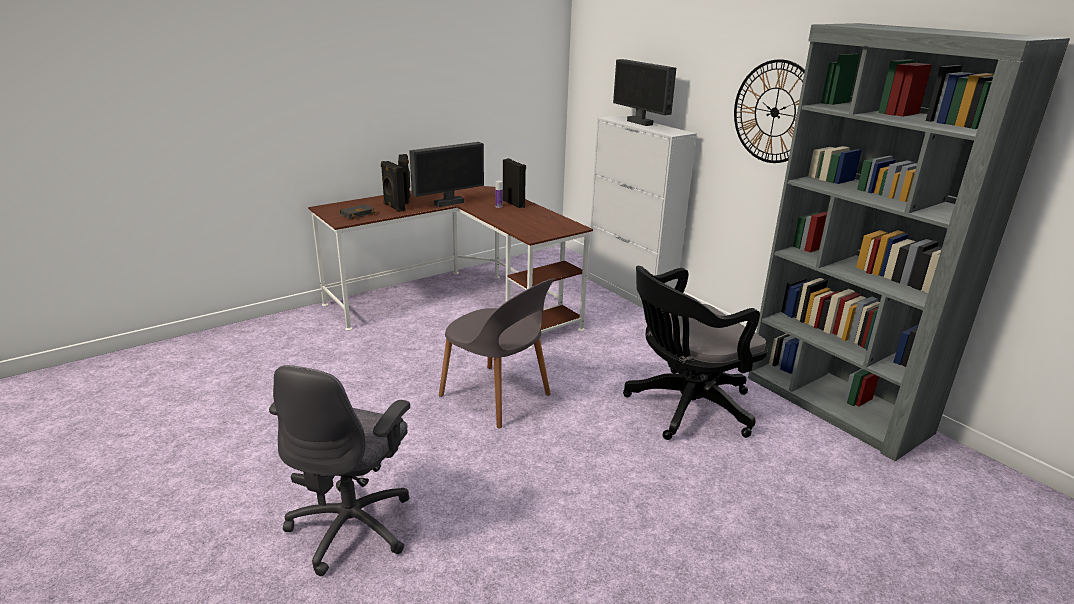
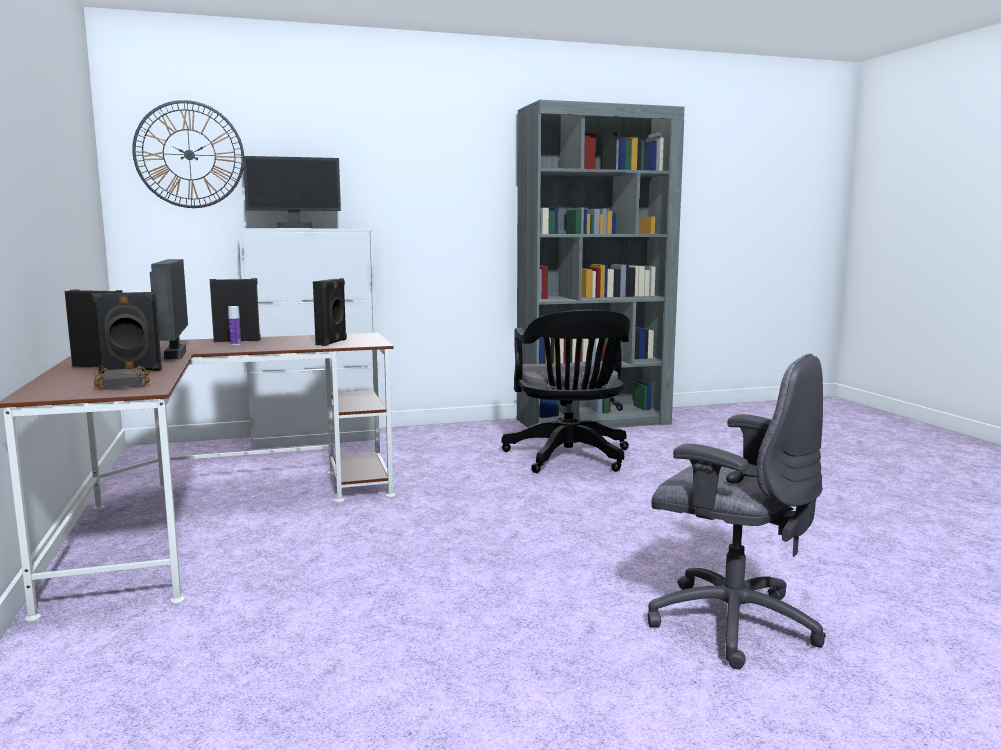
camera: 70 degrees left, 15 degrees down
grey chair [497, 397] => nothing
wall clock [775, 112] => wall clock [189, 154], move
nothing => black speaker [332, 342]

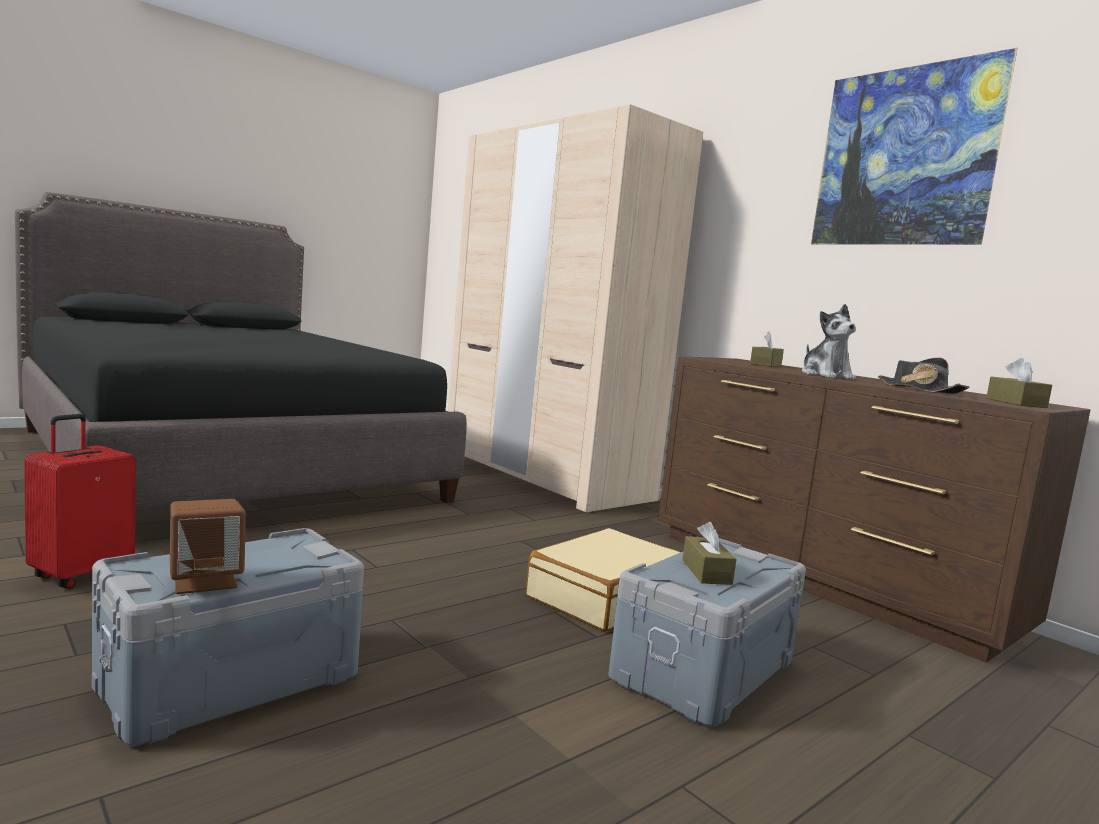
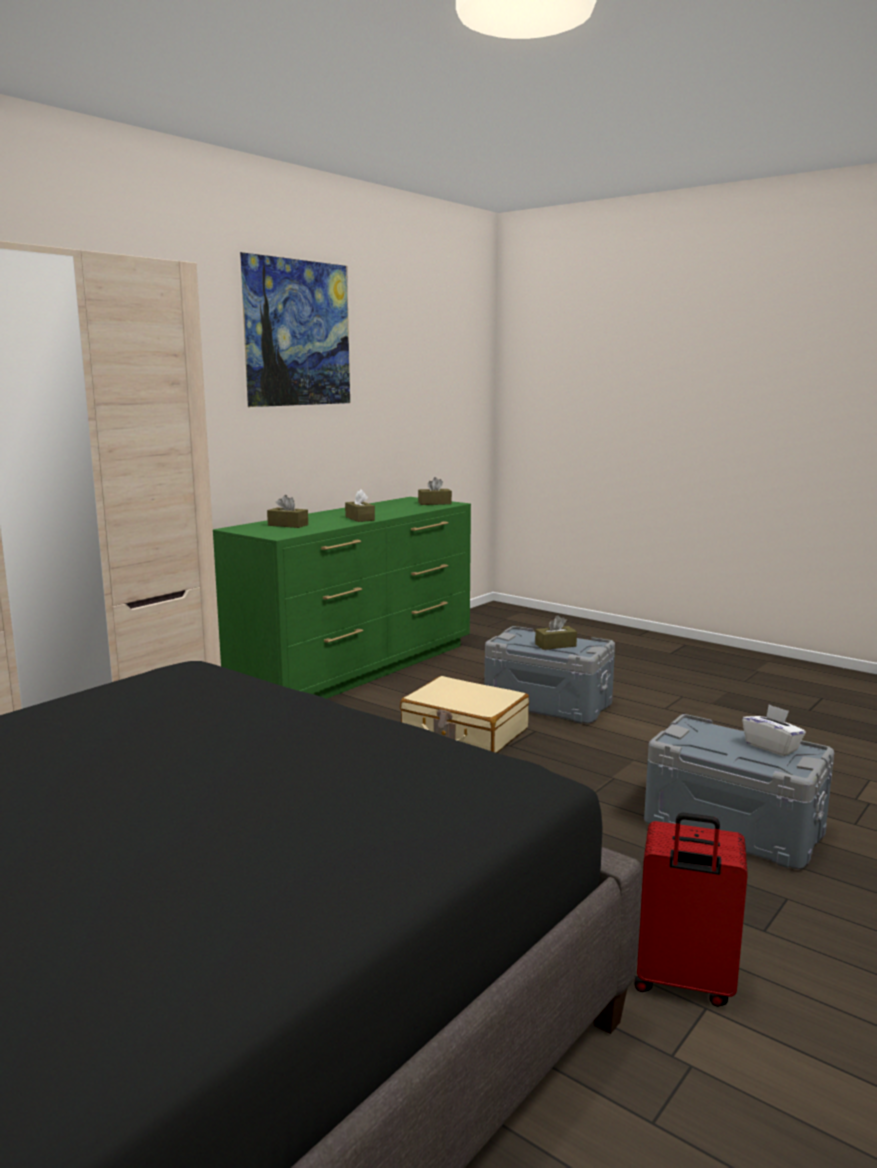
camera: 100 degrees left, 5 degrees up
brown speaker [205, 581] => white tissue box [772, 747]
brown dresser [824, 581] => green dresser [358, 669]
plush toy [826, 375] => brown tissue box [360, 518]
black hat [918, 389] => nothing

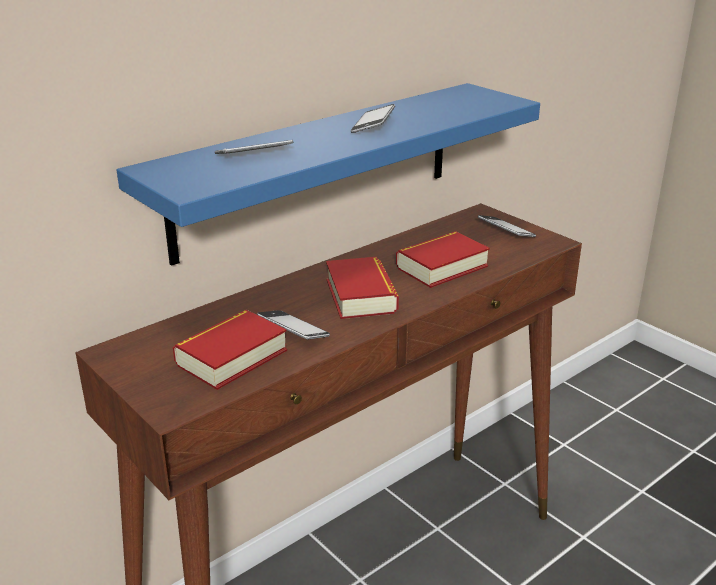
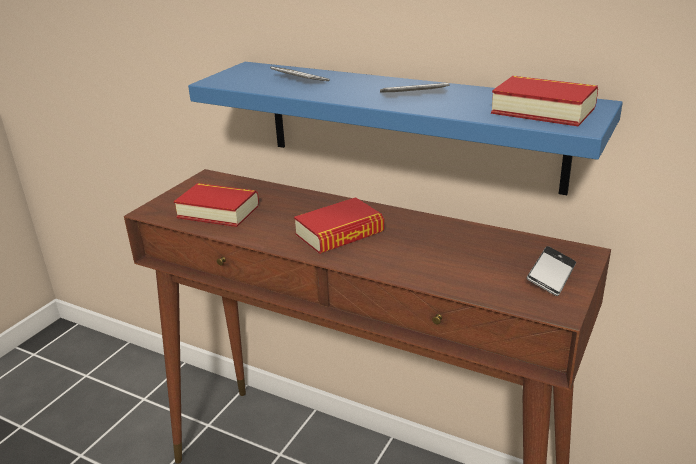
camera: 70 degrees right, 0 degrees up
phone [293, 330] => nothing
book [441, 267] => book [543, 110], move

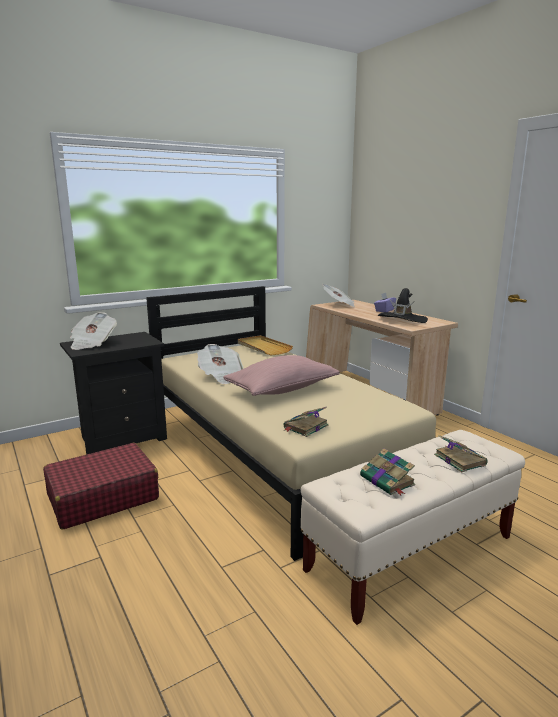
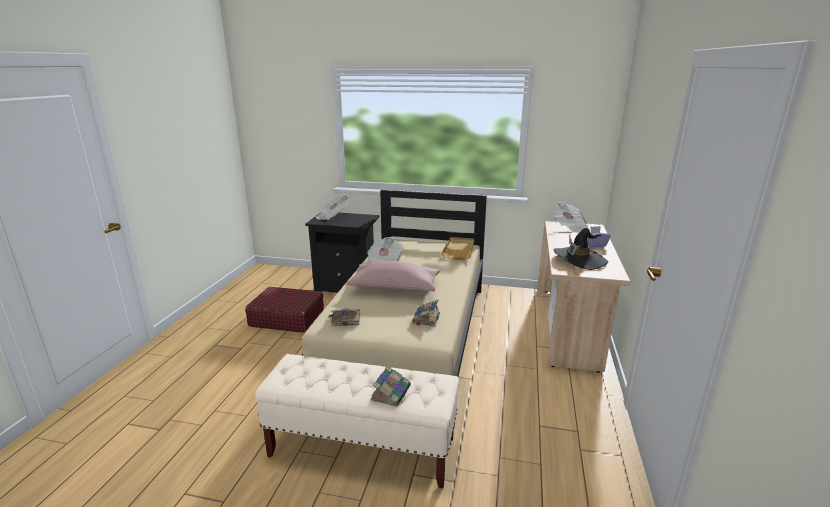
camera: 45 degrees right, 5 degrees up
book [388, 481] => book [426, 318], move

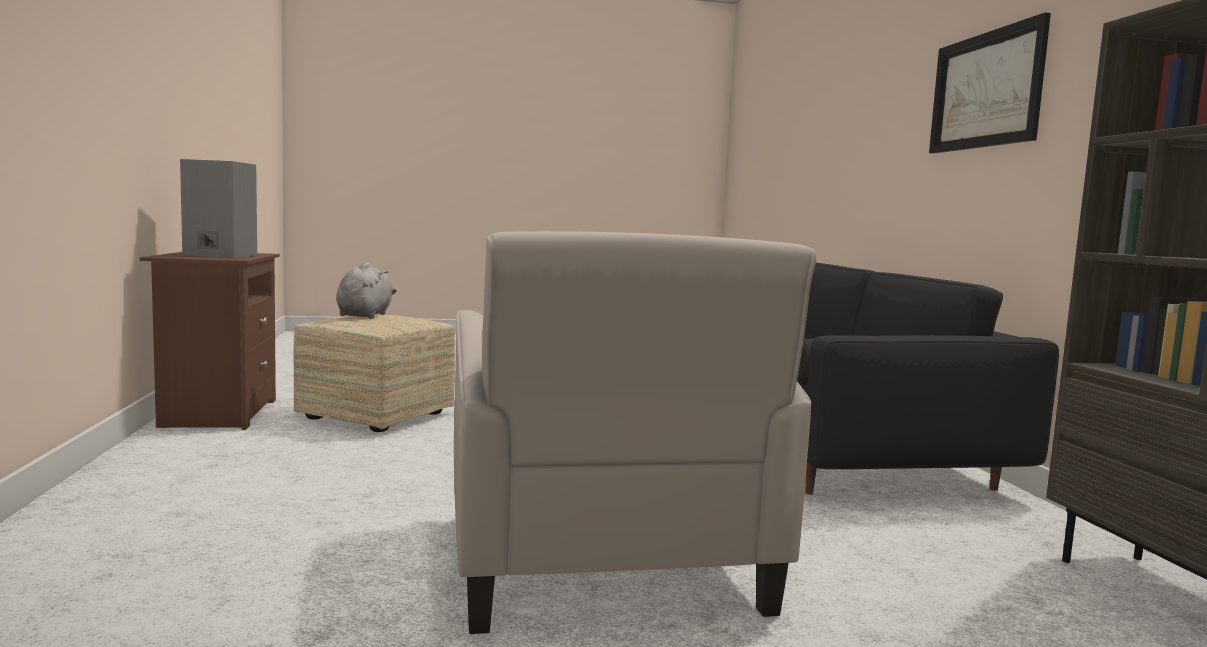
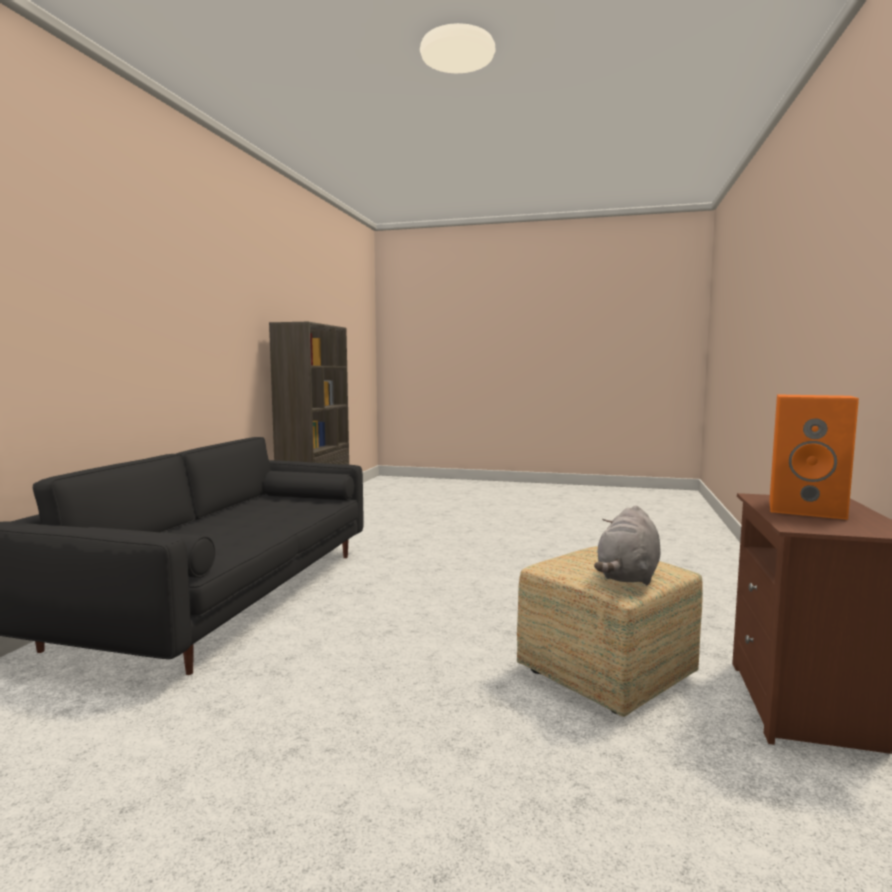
camera: 155 degrees left, 0 degrees up
grey speaker [218, 255] => orange speaker [808, 509]
beige armchair [602, 563] => nothing
picture [986, 90] => nothing

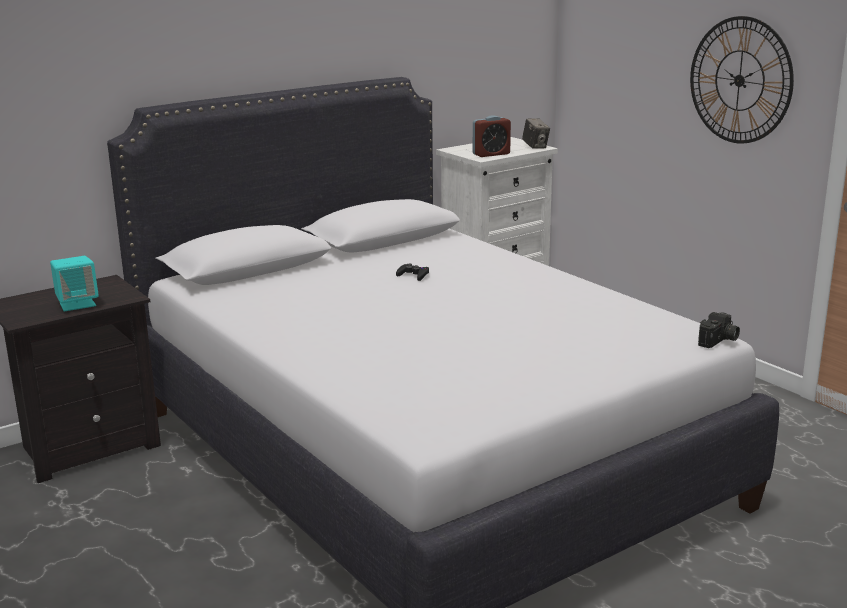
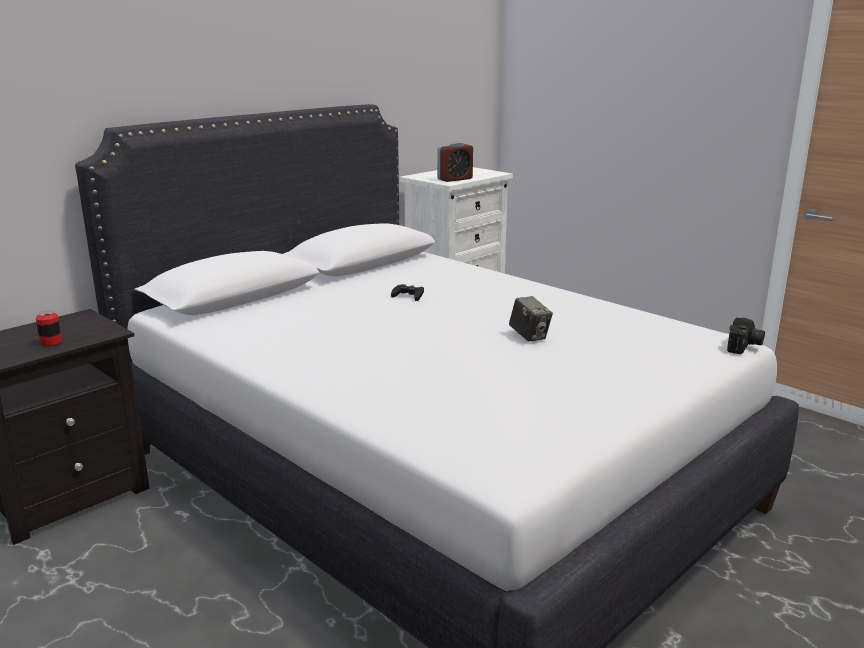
camera: 10 degrees left, 0 degrees up
turquoise speaker [77, 304] => can [51, 342]
photo camera [535, 147] => photo camera [529, 336], move
wall clock [739, 80] => nothing

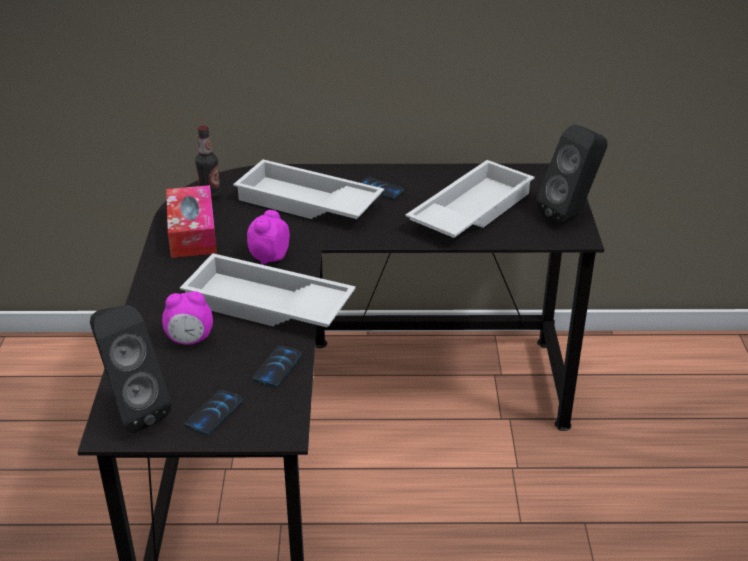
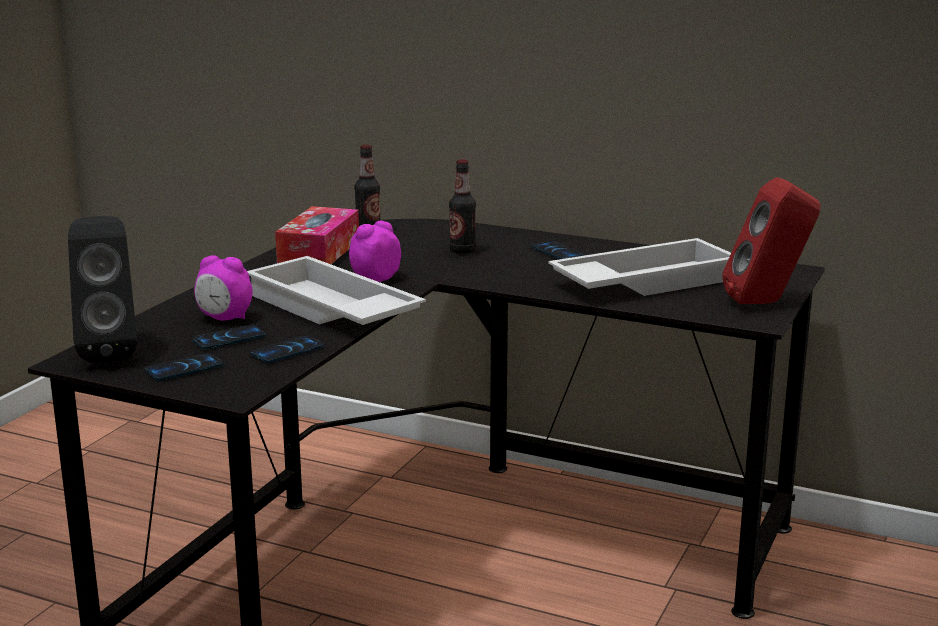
camera: 25 degrees right, 15 degrees down
white tray [306, 203] => bottle [462, 250]
black speaker [570, 214] => red speaker [768, 302]
nothing => phone [229, 339]

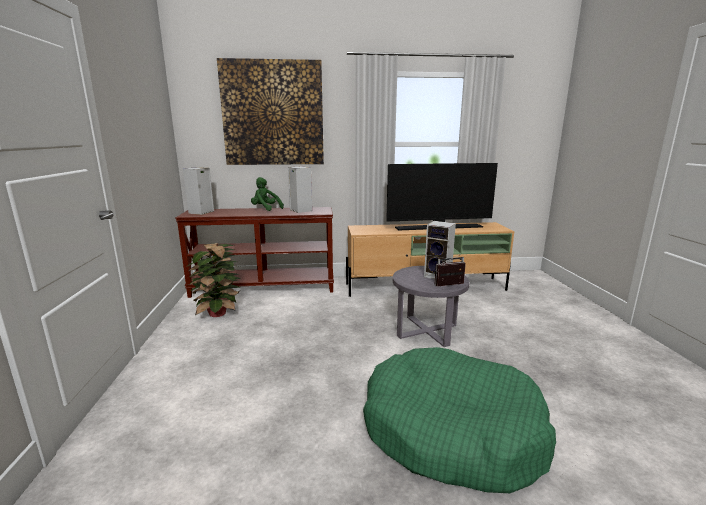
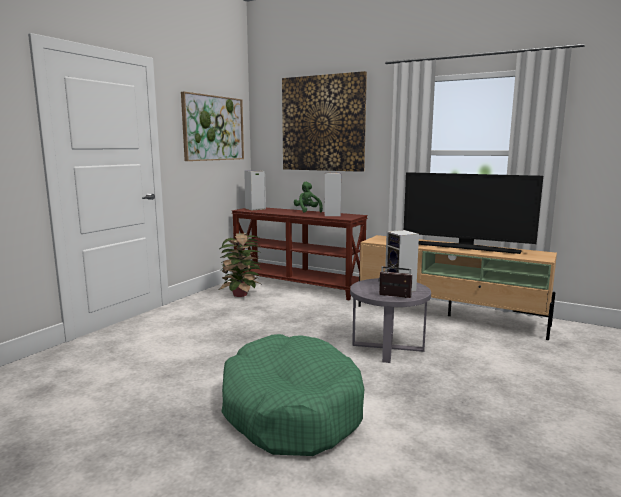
camera: 35 degrees right, 5 degrees down
nothing => picture [213, 128]

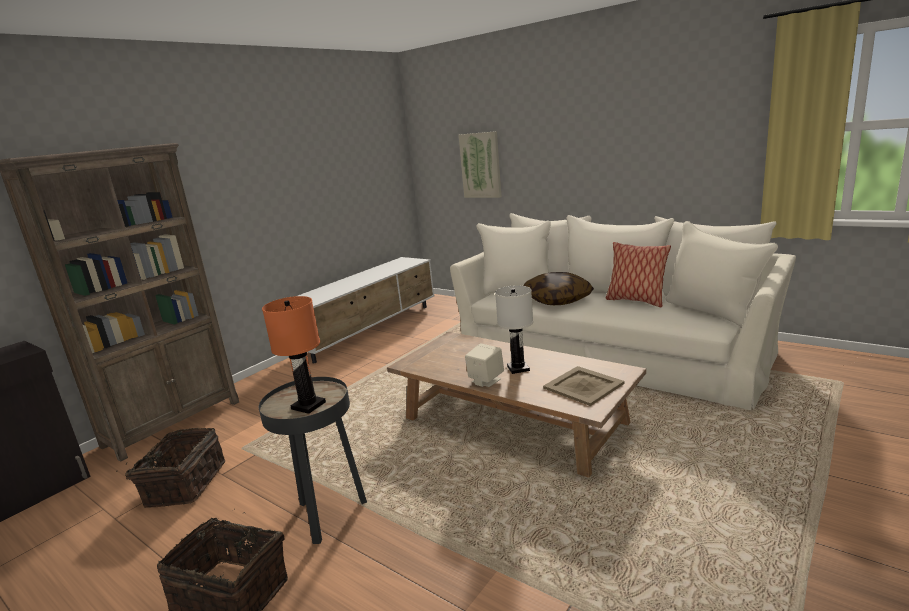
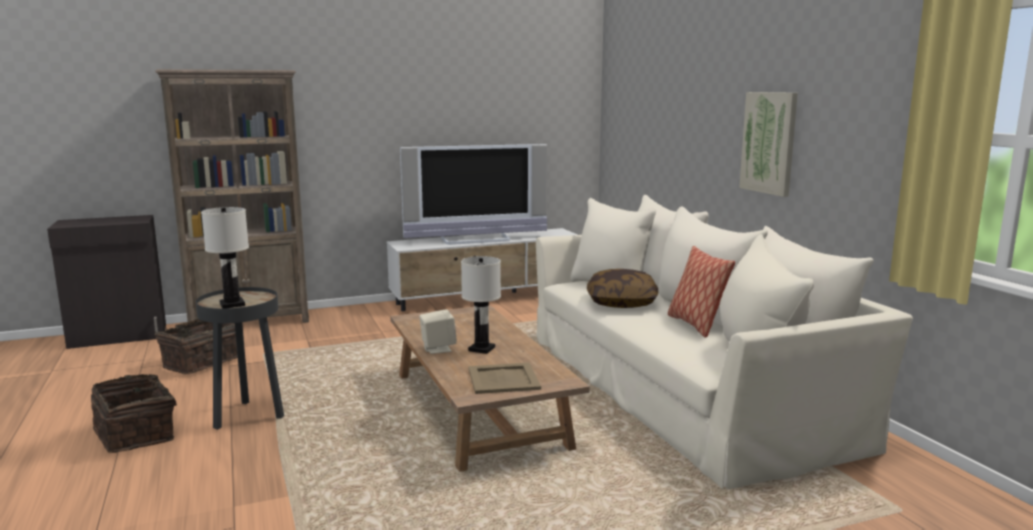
camera: 30 degrees right, 5 degrees down
orange table lamp [308, 406] => white table lamp [232, 304]
picture [481, 165] => picture [769, 142], move
nothing => television [476, 240]

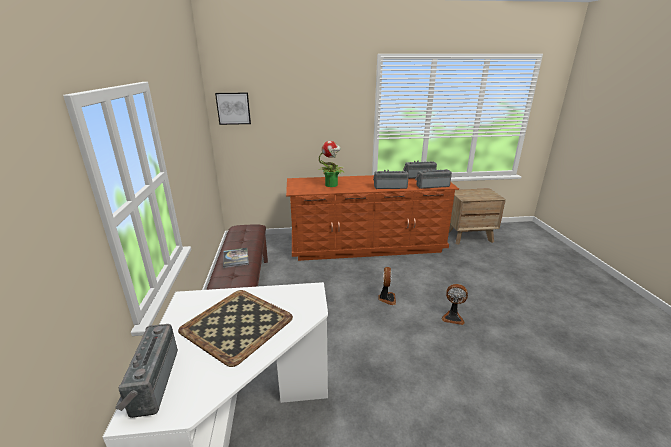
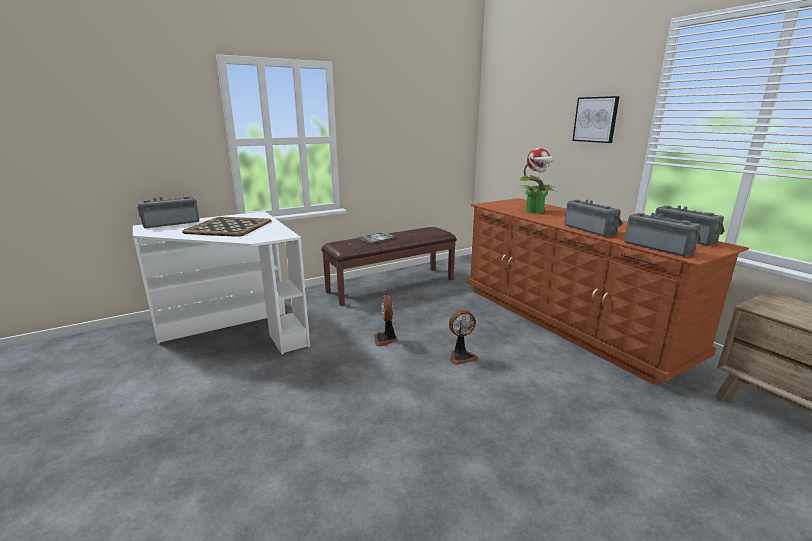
camera: 65 degrees right, 5 degrees down
picture [233, 108] => picture [595, 119], move
fan [452, 317] => fan [386, 339], move

